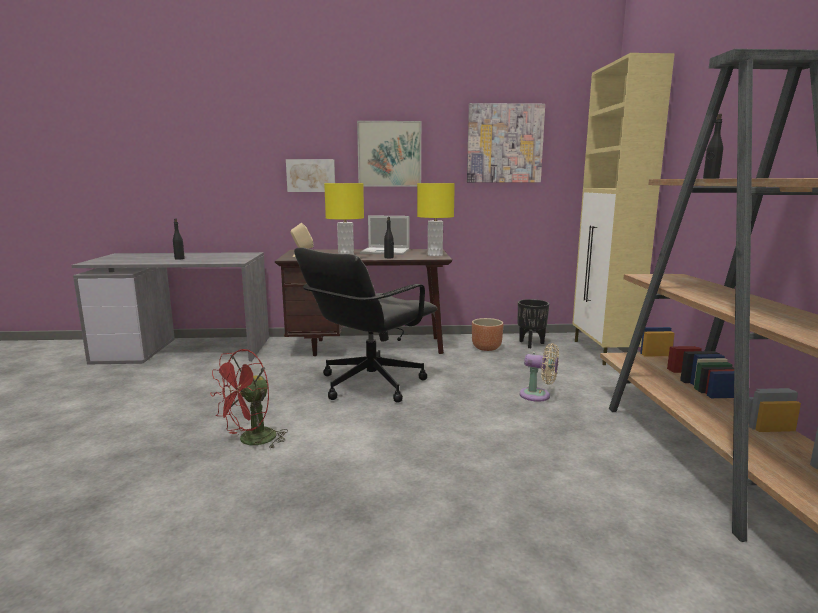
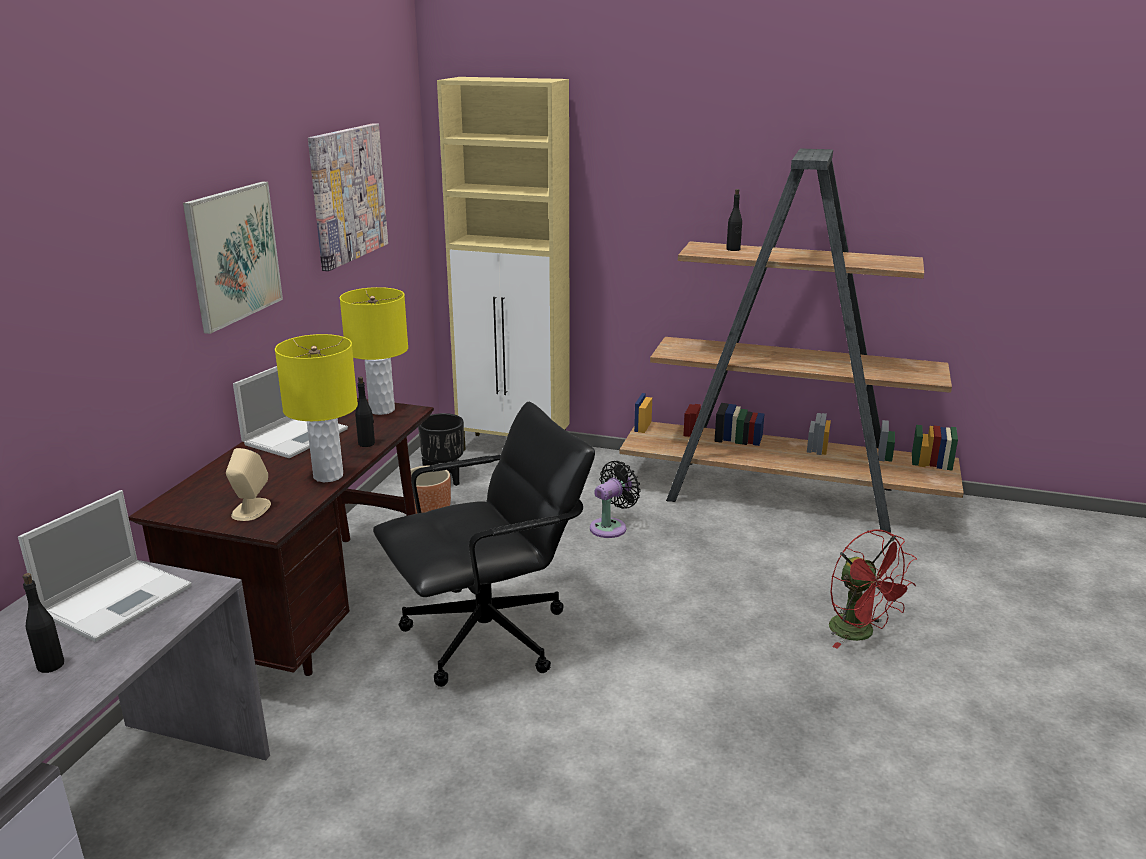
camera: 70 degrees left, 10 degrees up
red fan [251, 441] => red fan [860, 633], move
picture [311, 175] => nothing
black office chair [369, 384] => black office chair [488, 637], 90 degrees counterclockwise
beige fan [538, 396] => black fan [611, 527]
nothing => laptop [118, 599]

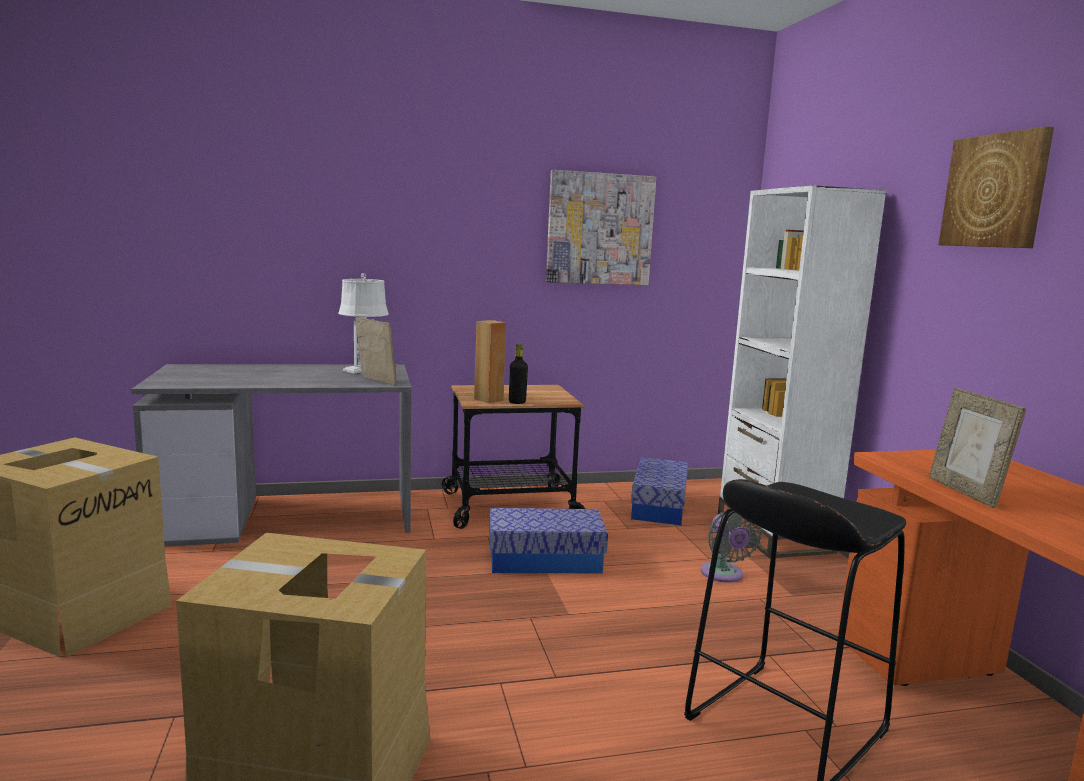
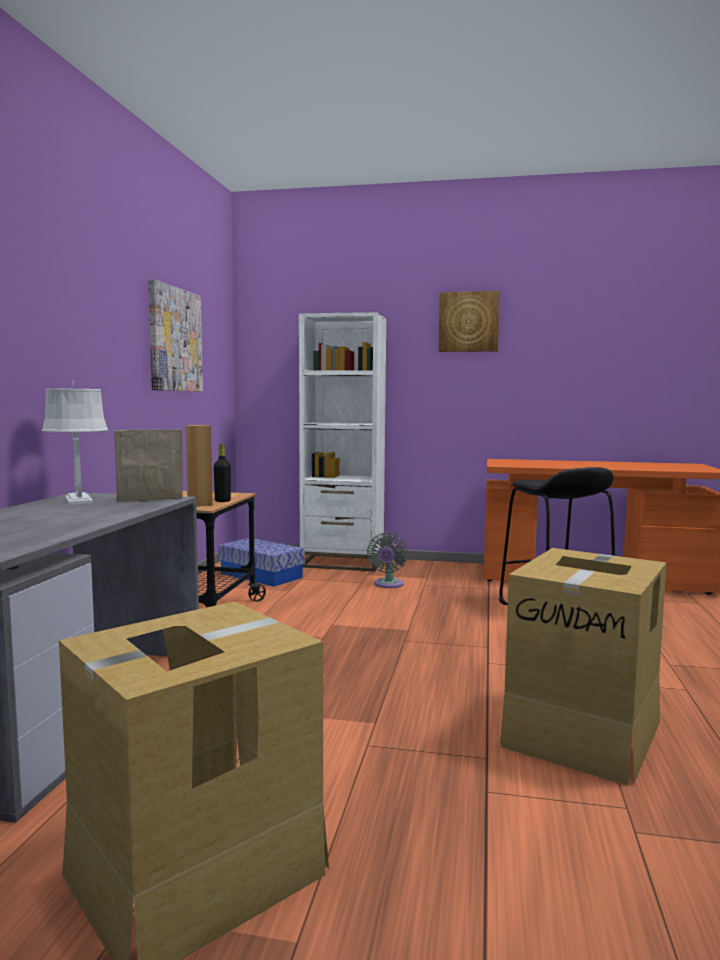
camera: 65 degrees left, 5 degrees down
storage box [545, 560] => nothing
grey fan [723, 575] => grey fan [388, 585], 90 degrees clockwise
picture frame [965, 492] => nothing

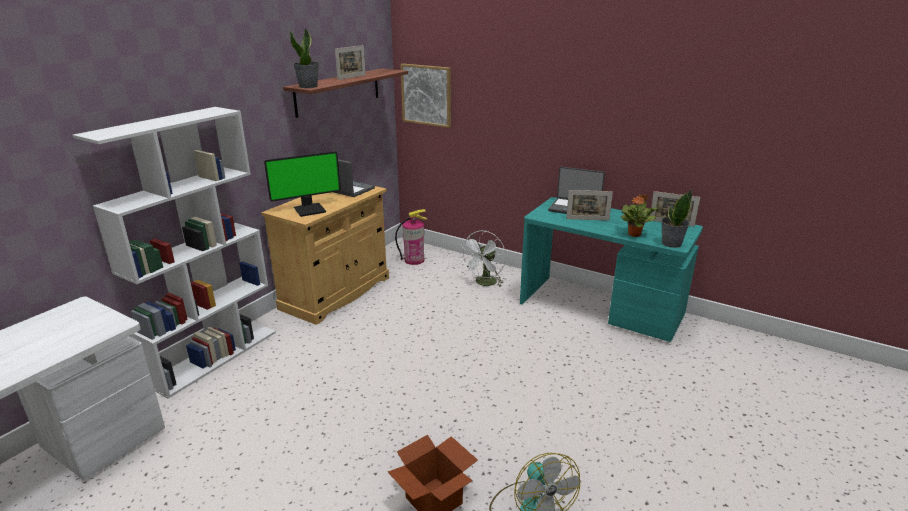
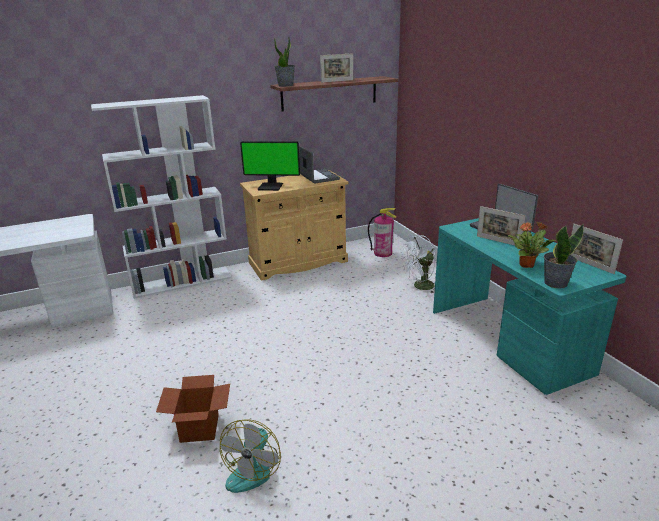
camera: 35 degrees right, 0 degrees up
picture [426, 95] => nothing

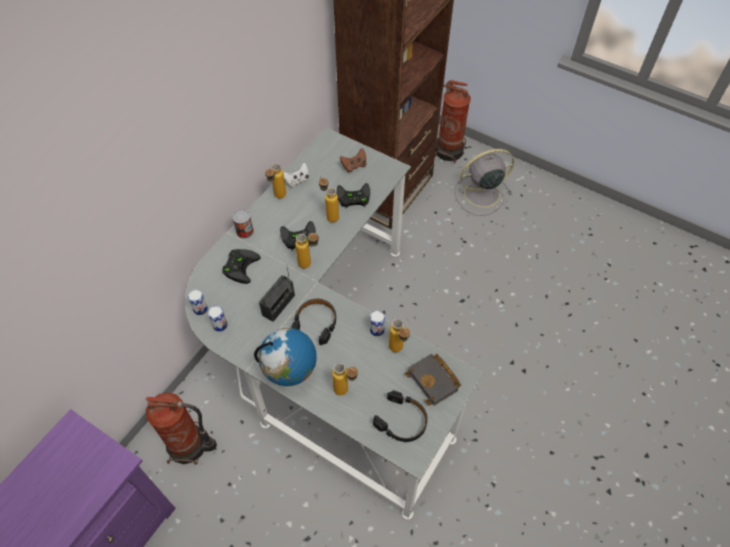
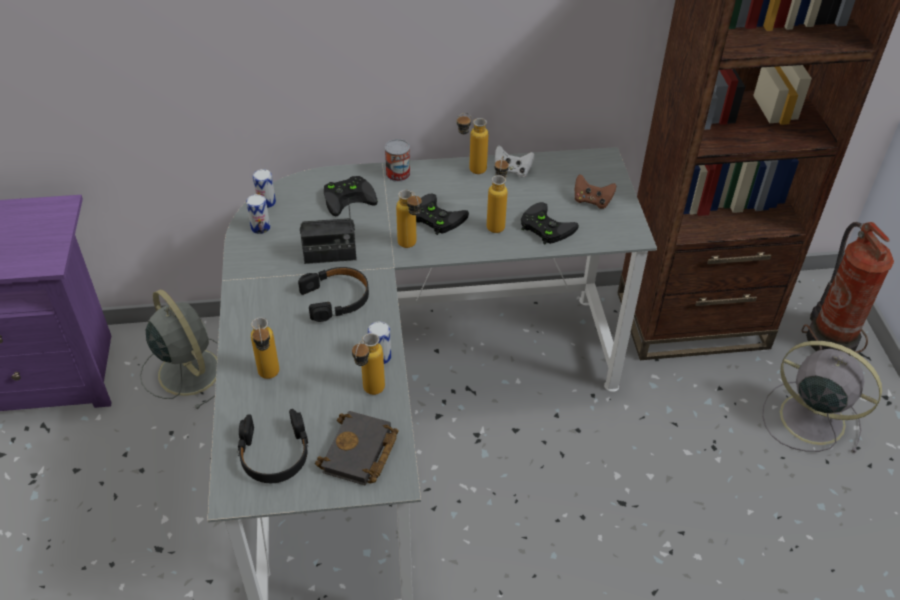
camera: 50 degrees right, 10 degrees down
fire extinguisher [189, 446] => grey fan [188, 370]
globe [291, 375] => nothing

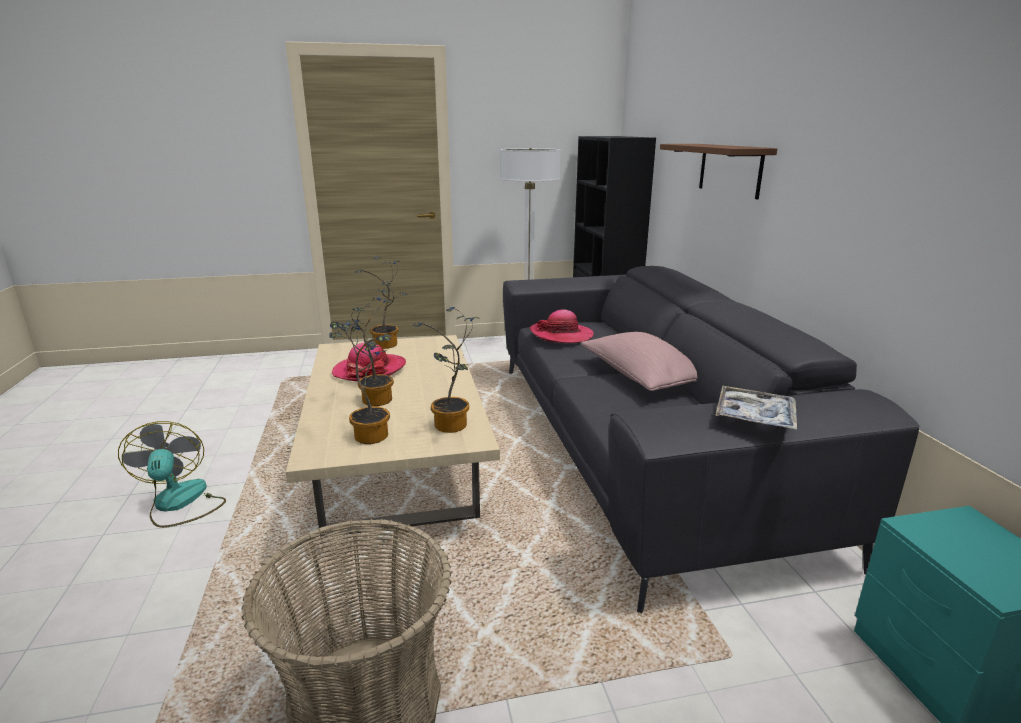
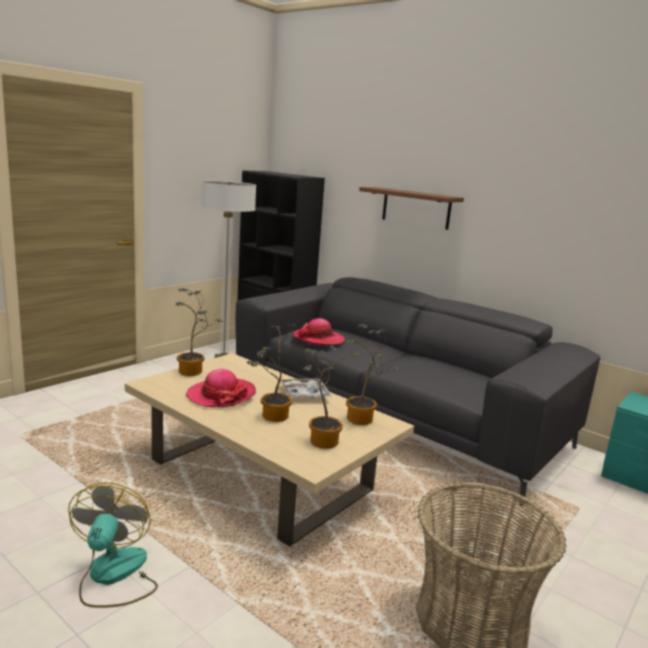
camera: 40 degrees left, 5 degrees down
fan [180, 503] => fan [113, 576], 60 degrees clockwise
pink pillow [640, 377] => nothing
tray [755, 416] => tray [304, 394], move

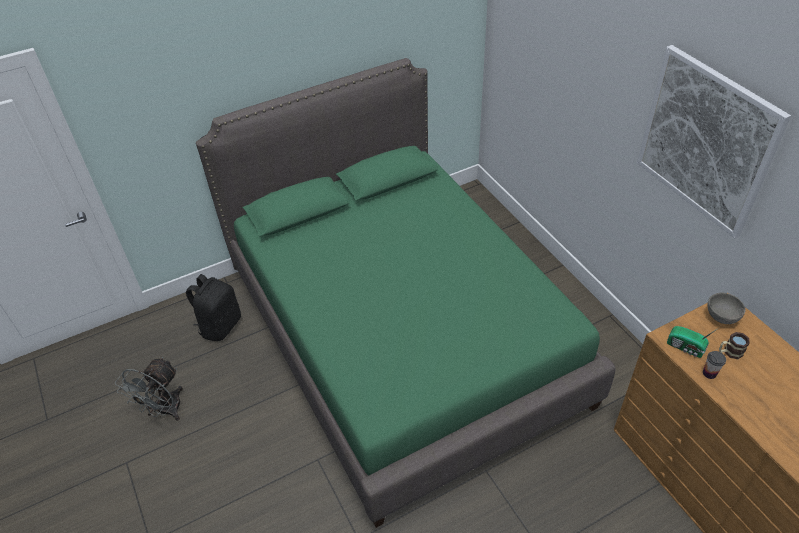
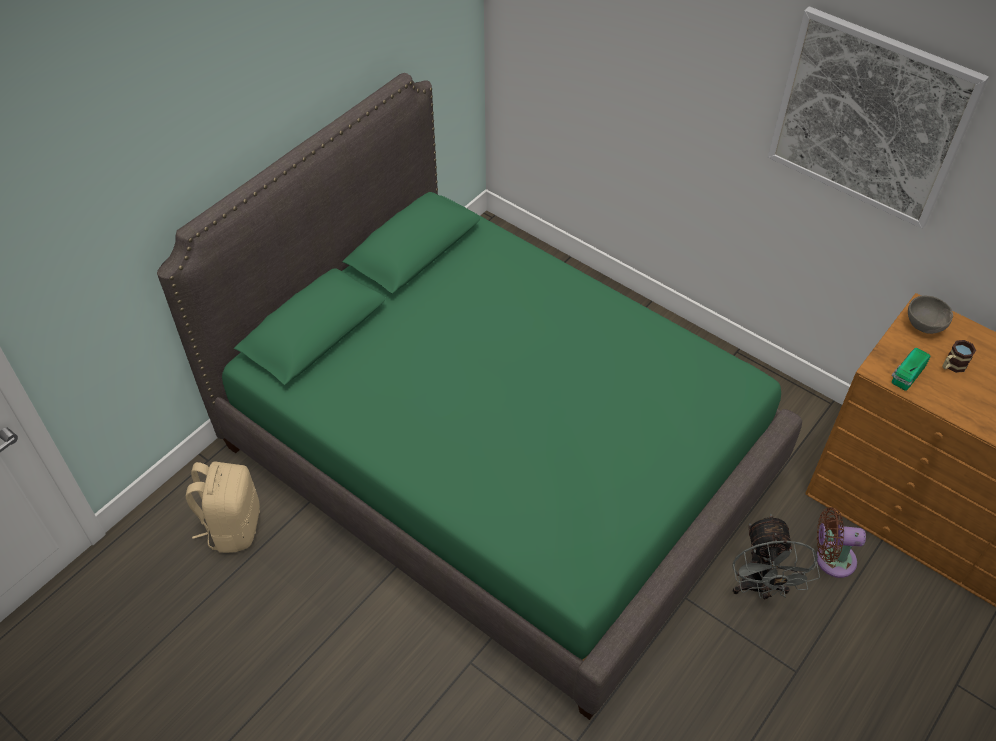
camera: 25 degrees left, 5 degrees up
grey fan [164, 411] => grey fan [759, 588], move
black backpack [220, 325] => beige backpack [233, 526]
radio [686, 348] => radio [906, 375], 120 degrees clockwise
cup [709, 373] => nothing
nothing => brown fan [831, 559]

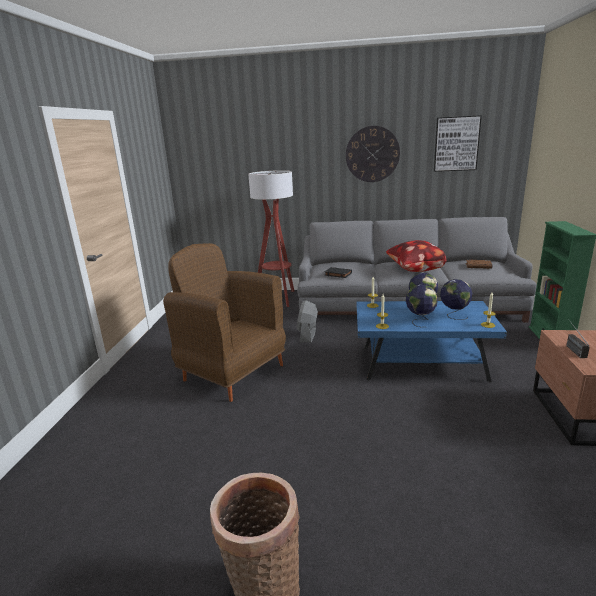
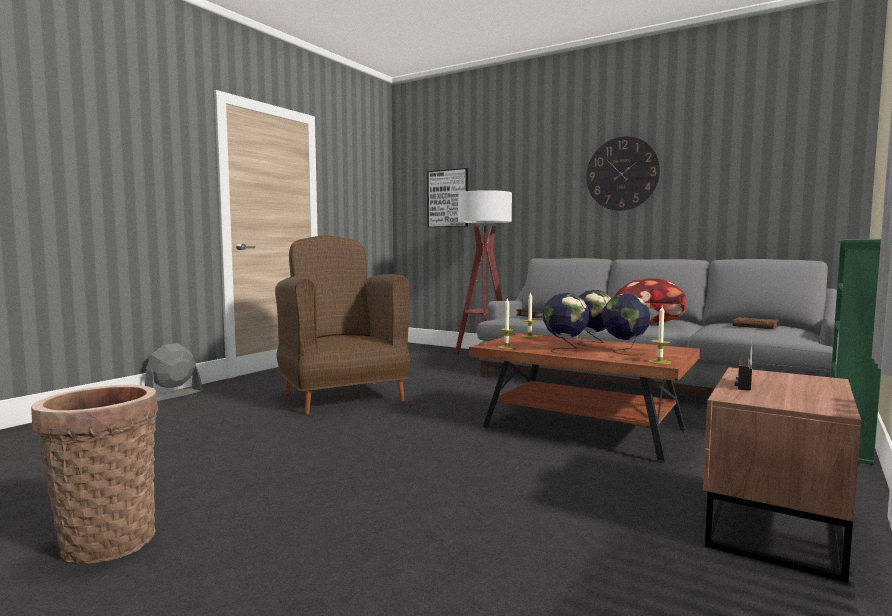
camera: 25 degrees right, 15 degrees down
grey fan [307, 335] => grey fan [173, 395], move
blue coffee table [422, 364] => brown coffee table [582, 430]
picture [456, 144] => picture [448, 198], move

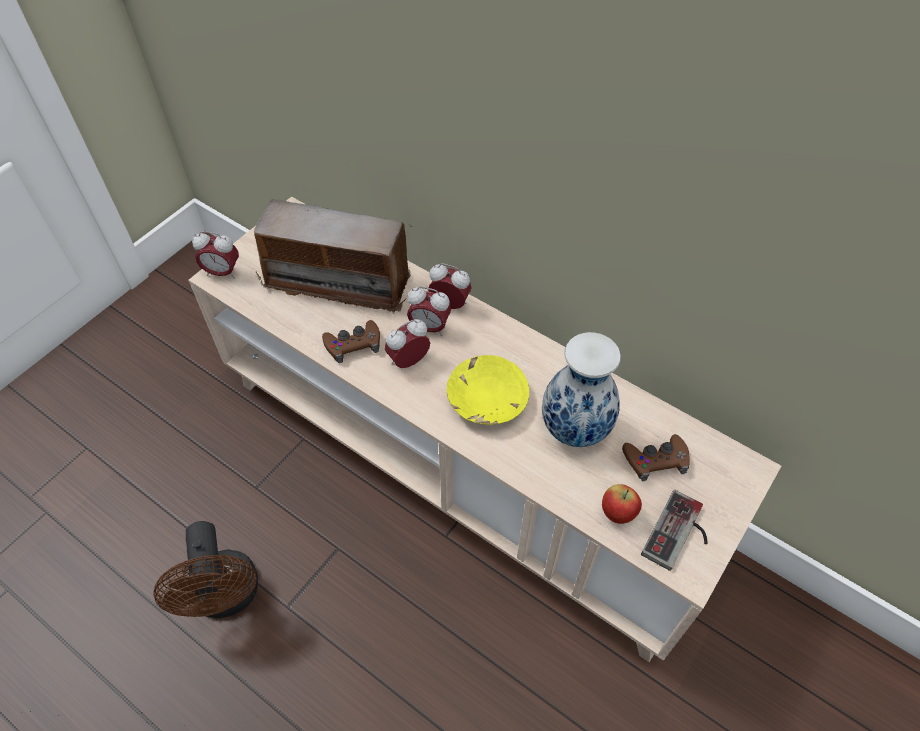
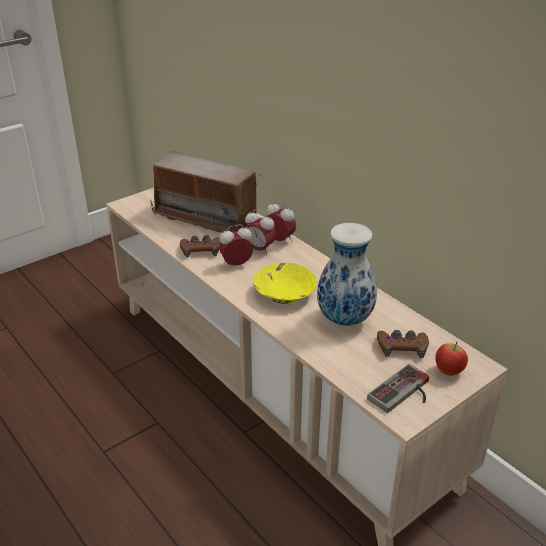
camera: 15 degrees right, 20 degrees down
brown fan [227, 597] => nothing
alarm clock [222, 272] => nothing
apple [617, 513] => apple [448, 371], move

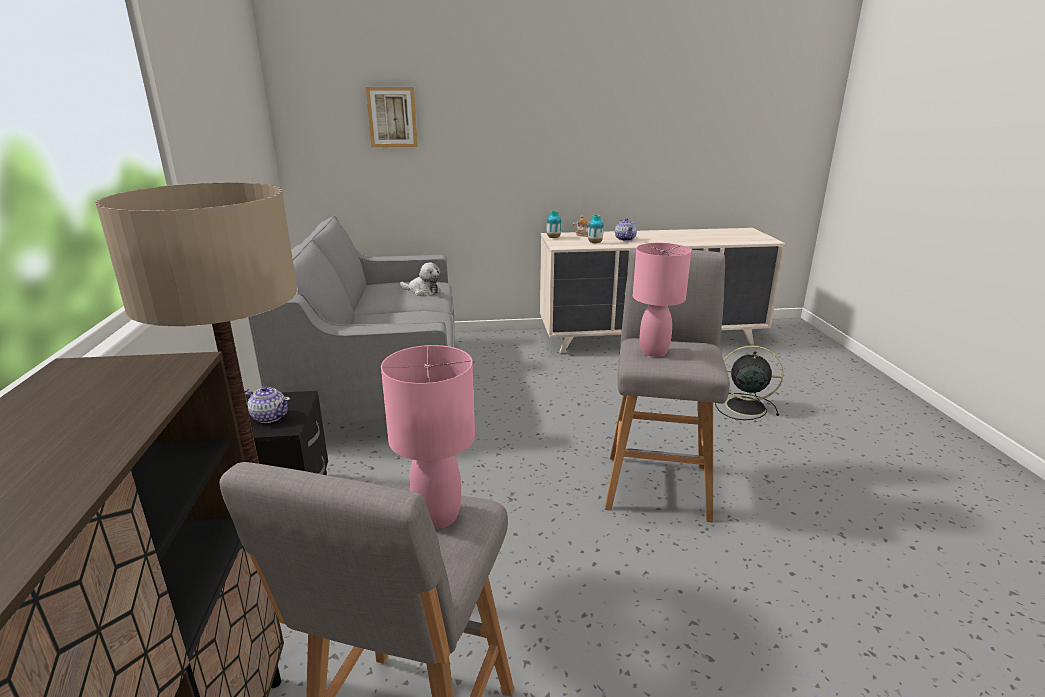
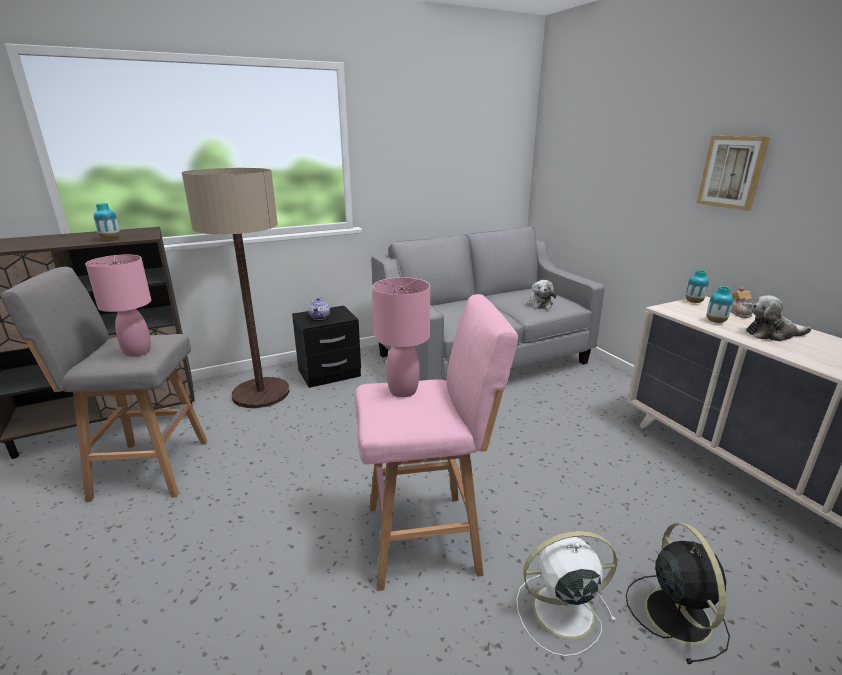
camera: 70 degrees right, 0 degrees up
picture [392, 117] => picture [732, 172], move
grey stool [657, 483] => pink stool [427, 538]
teapot [625, 239] => plush toy [772, 334]
nothing => vase [110, 239]
nothing => white fan [560, 611]

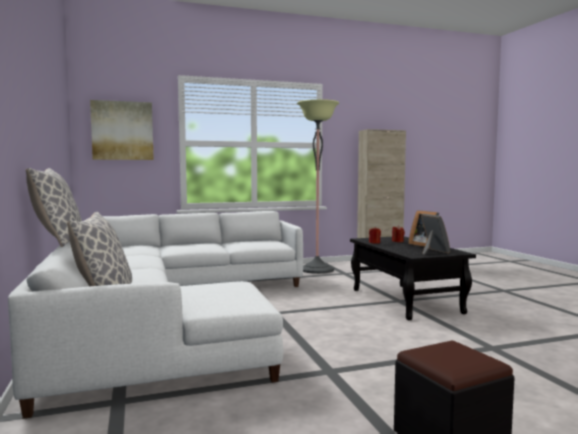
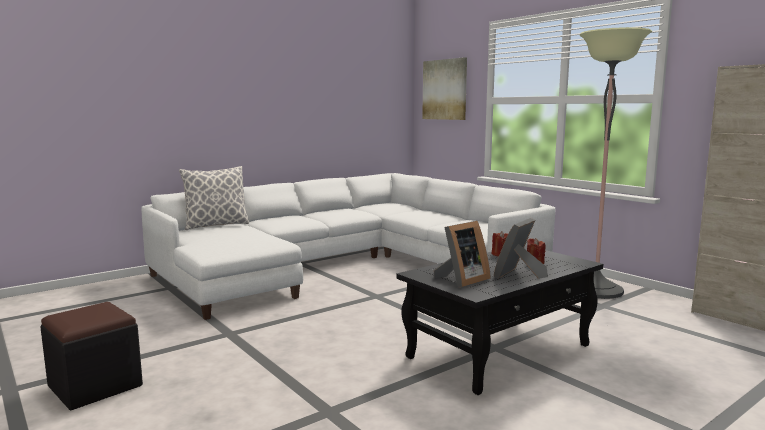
camera: 70 degrees right, 5 degrees up
pillow [58, 241] => nothing

